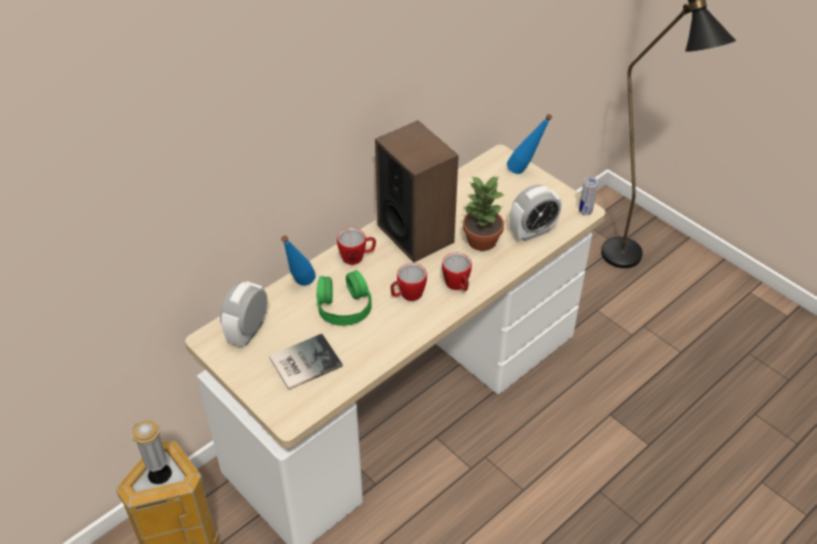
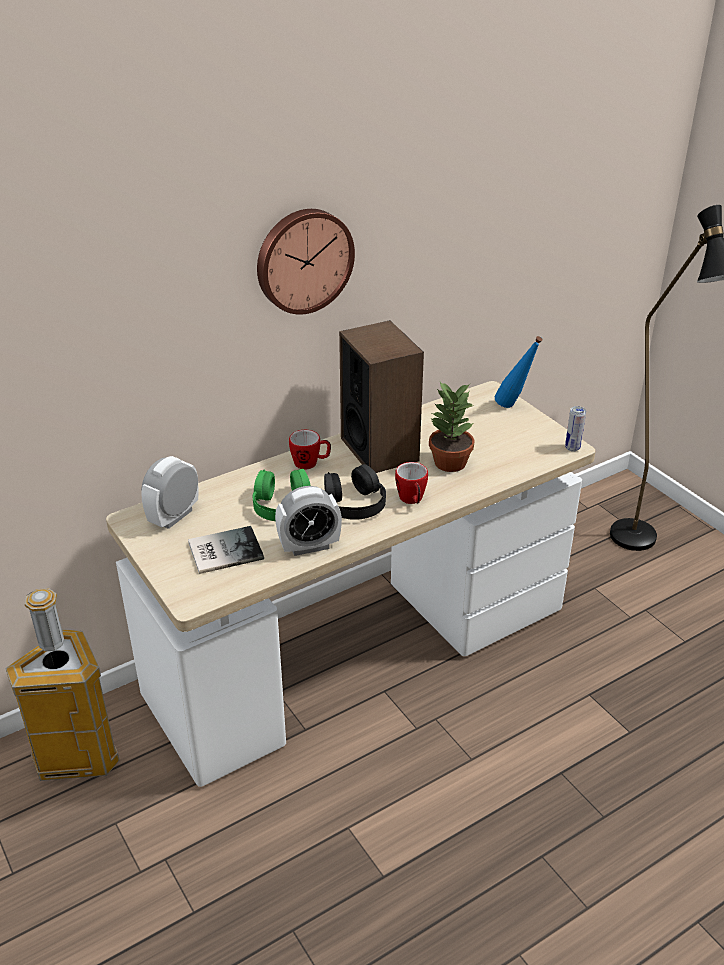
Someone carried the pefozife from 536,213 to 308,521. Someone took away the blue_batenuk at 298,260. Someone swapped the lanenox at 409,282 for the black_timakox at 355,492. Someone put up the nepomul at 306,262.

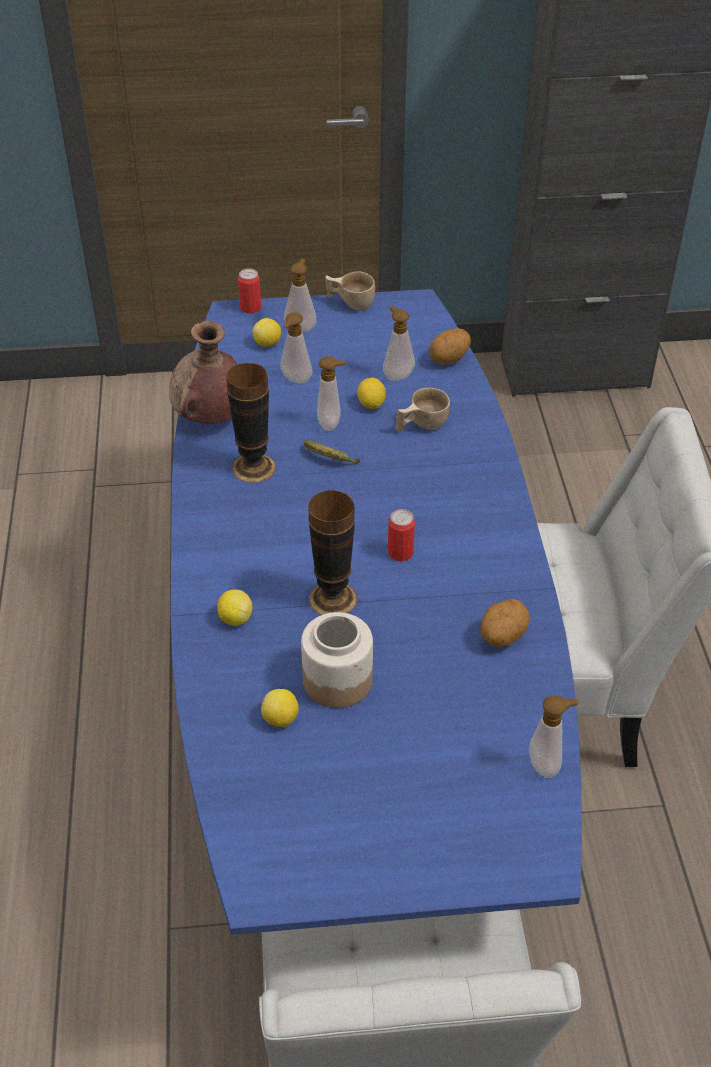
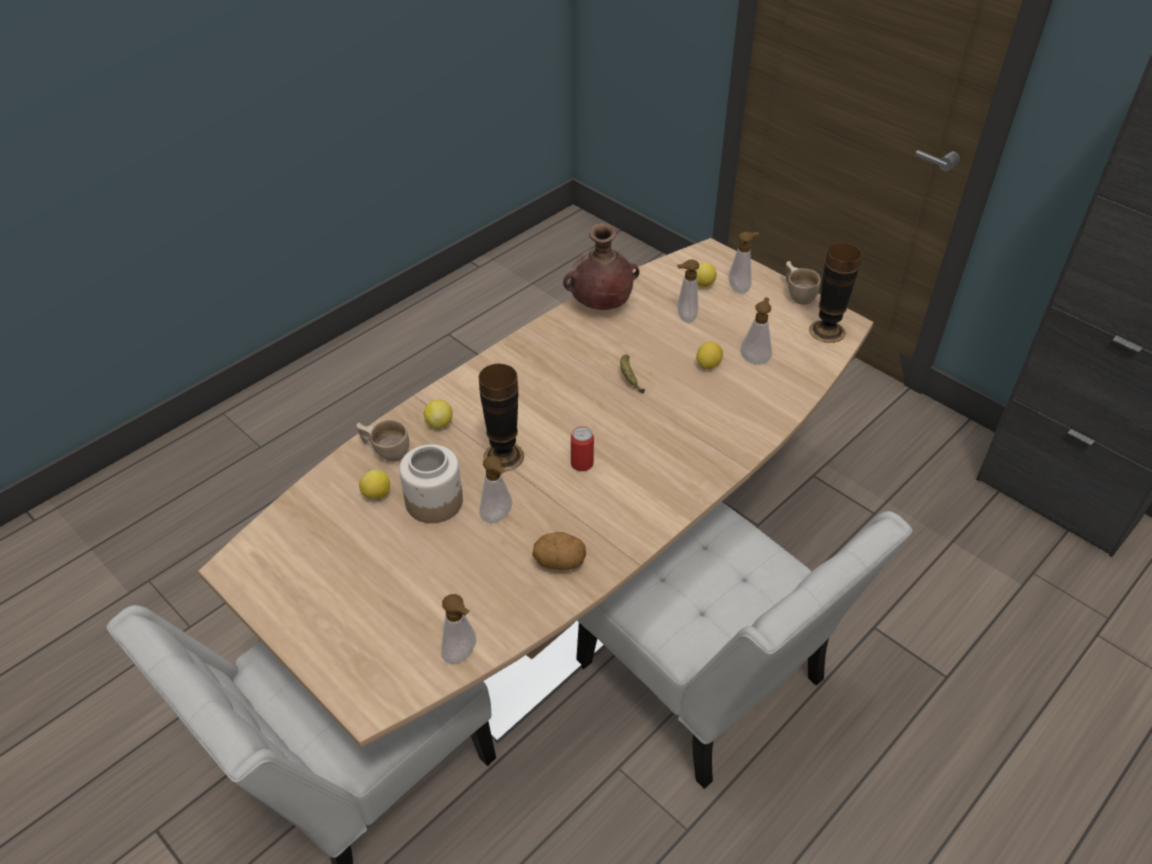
Someone took away the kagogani at 249,290. Someone repainted the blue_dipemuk at 376,612, which became the brown_dipemuk at 535,493. Someone took away the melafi at 450,346. Someone carried the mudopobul from 331,393 to 495,489. Someone carried the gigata from 251,423 to 835,293. Someone carried the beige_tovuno from 422,410 to 382,441.

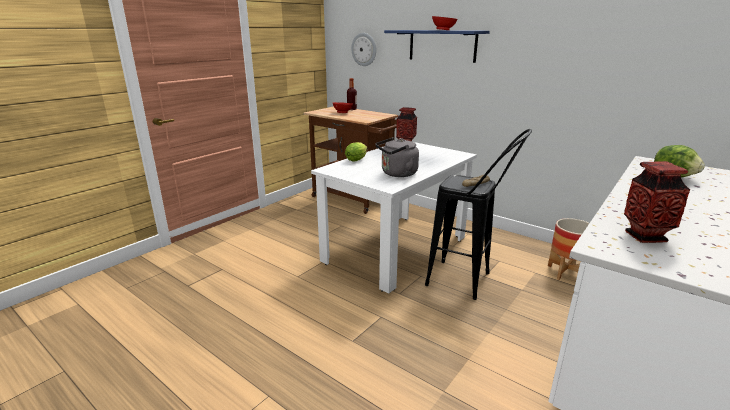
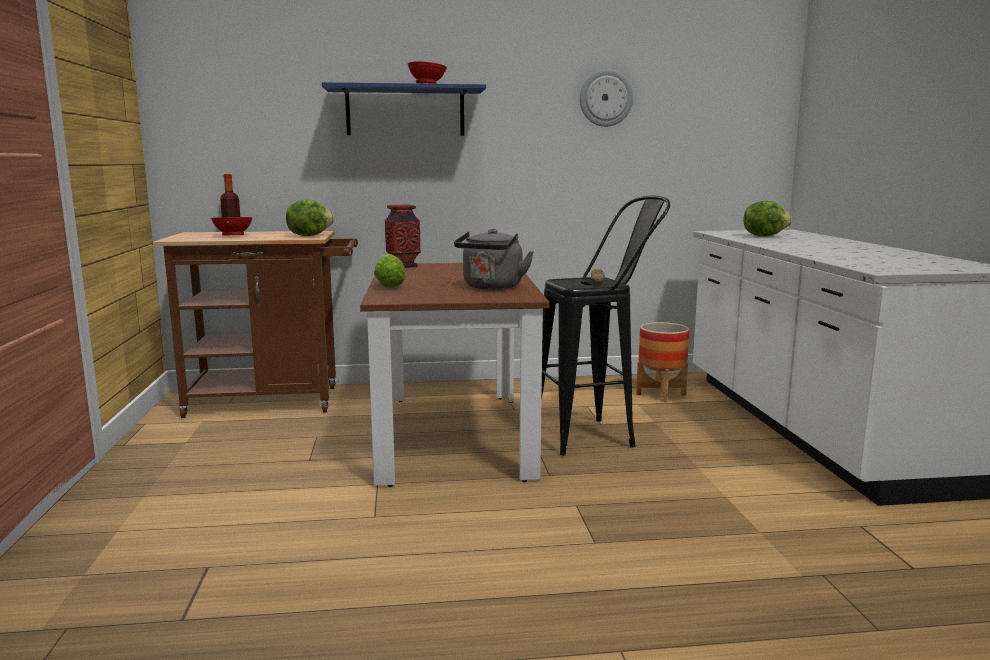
Someone carried the nepomul from 363,49 to 606,98. Someone repainted the white_dipemuk at 394,218, which became the brown_dipemuk at 455,375. Someone took away the gigata at 657,202. Someone put down the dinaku at 310,217.

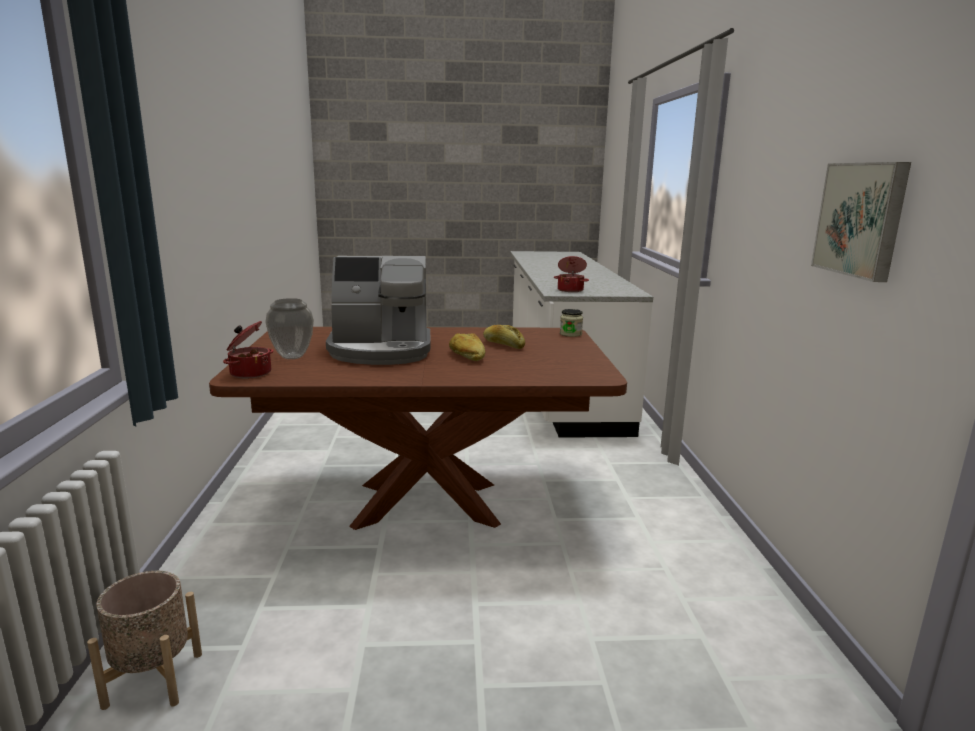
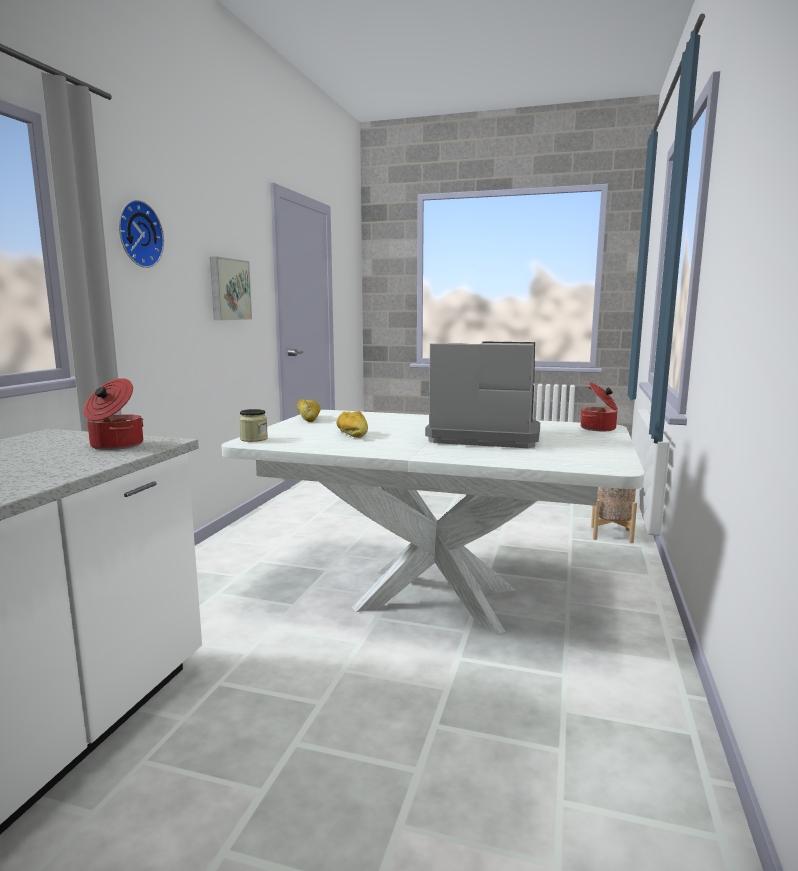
Someone took away the gigata at 289,328. Someone repainted the brown_dipemuk at 418,428, which became the white_dipemuk at 433,522. Someone carried the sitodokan from 467,347 to 309,410. Someone put up the nepomul at 141,234.

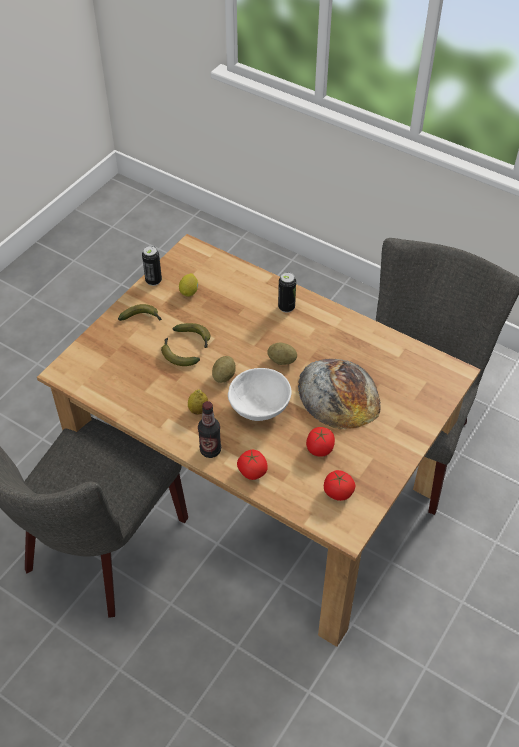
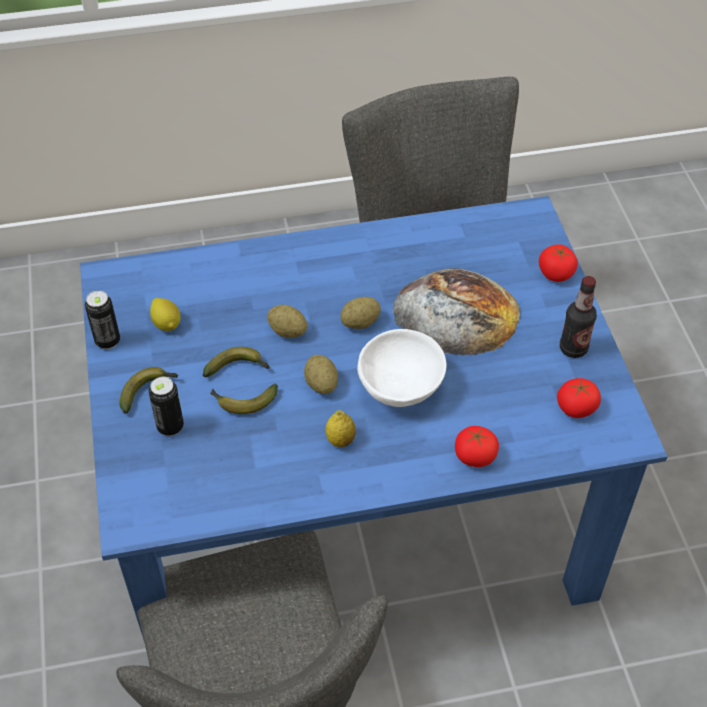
Someone repainted the brown_dipemuk at 259,440, which became the blue_dipemuk at 374,418. Someone carried the kagogani from 287,292 to 166,406. Someone carried the batenuk from 209,429 to 578,317. Someone carried the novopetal from 320,442 to 558,263. Someone put down the melafi at 287,321.

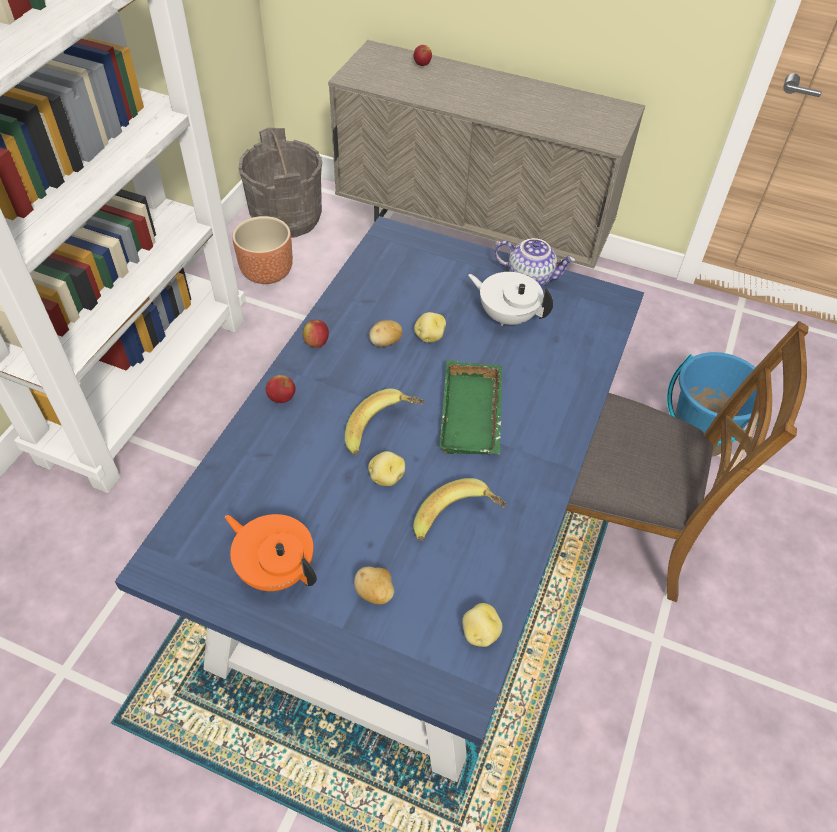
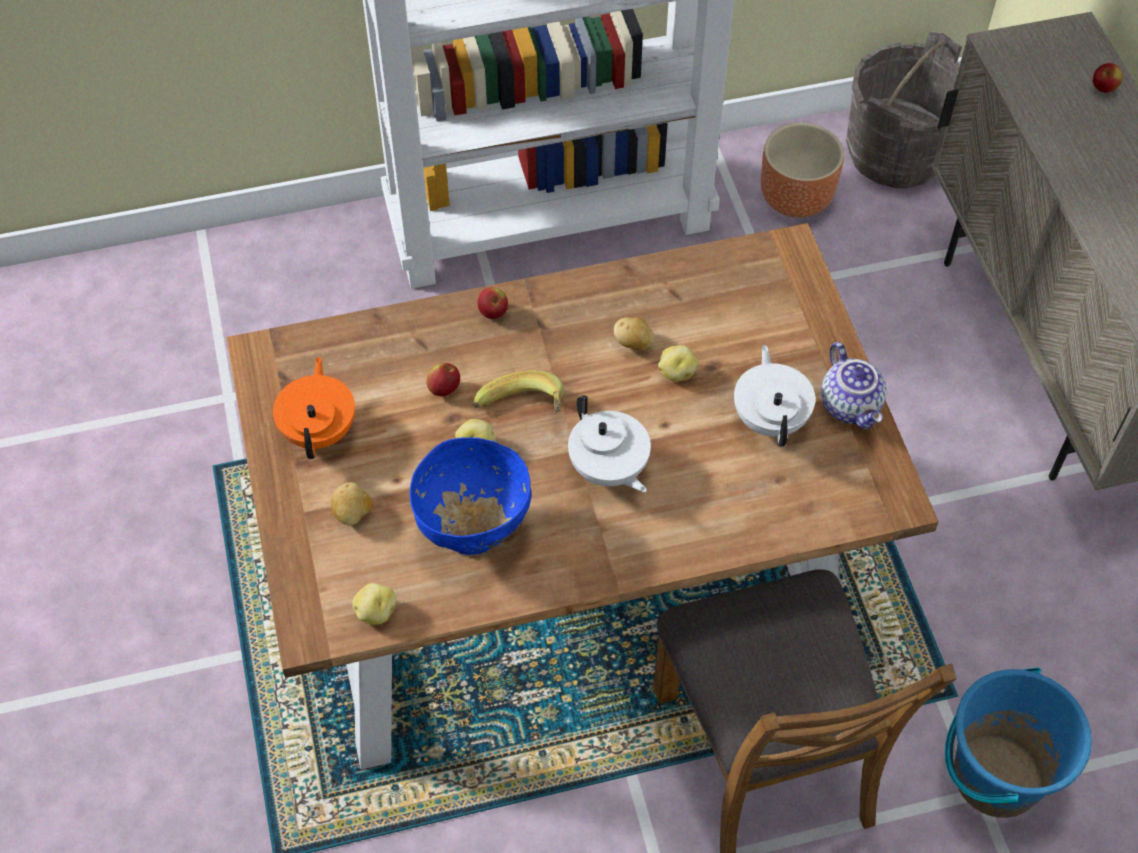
Someone repainted the blue_dipemuk at 379,499, which became the brown_dipemuk at 582,496. Someone carried the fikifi from 316,334 to 443,379. Someone swapped the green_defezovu at 471,407 for the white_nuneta at 609,443. Someone swapped the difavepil at 460,509 for the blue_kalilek at 470,496.

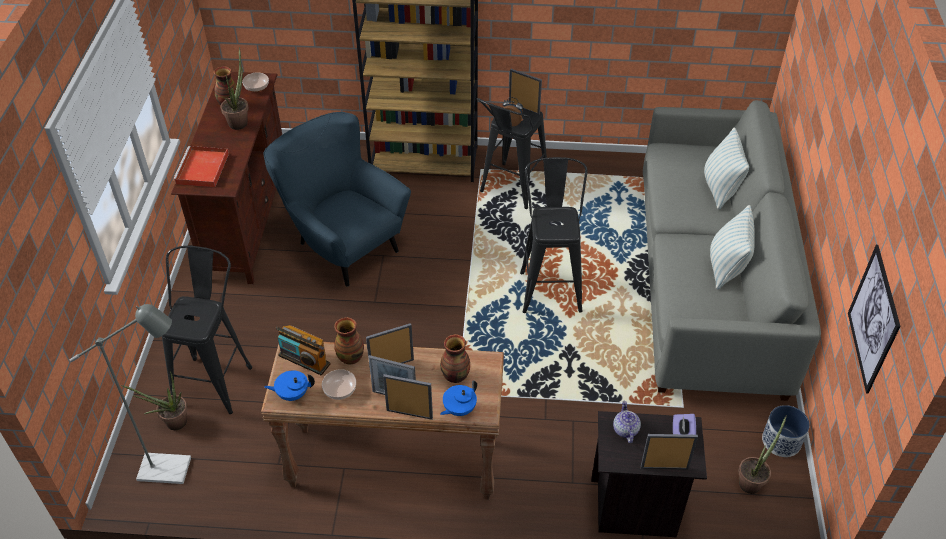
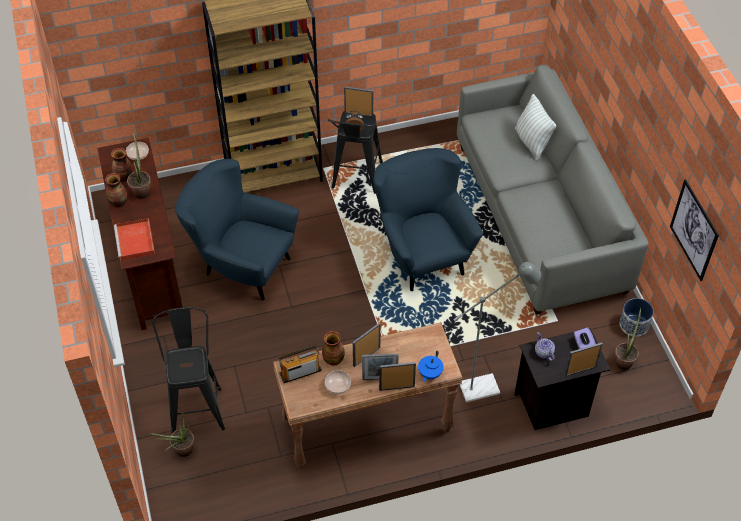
Someone swapped the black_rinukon at 554,235 for the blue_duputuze at 428,219. Someone took away the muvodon at 732,247. Someone carried the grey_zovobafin from 130,394 to 497,332. Someone rotated the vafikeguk at 303,350 by 150 degrees clockwise. Someone carried the gigata from 455,358 to 116,190. Someone took away the blue_nuneta at 289,385.

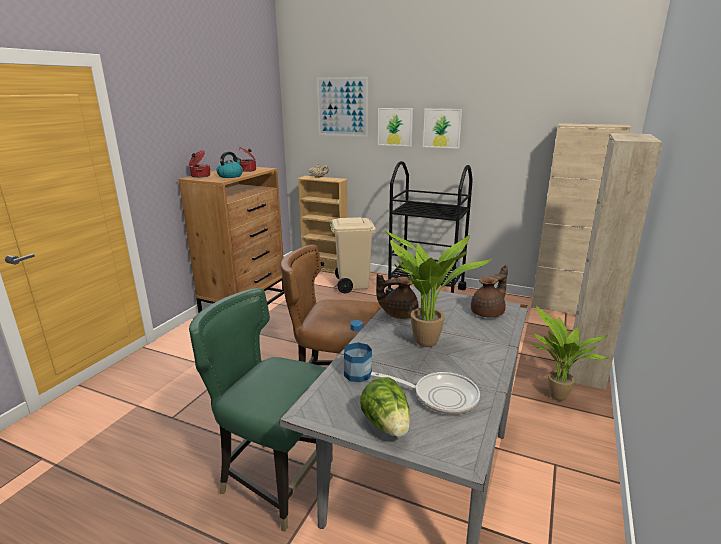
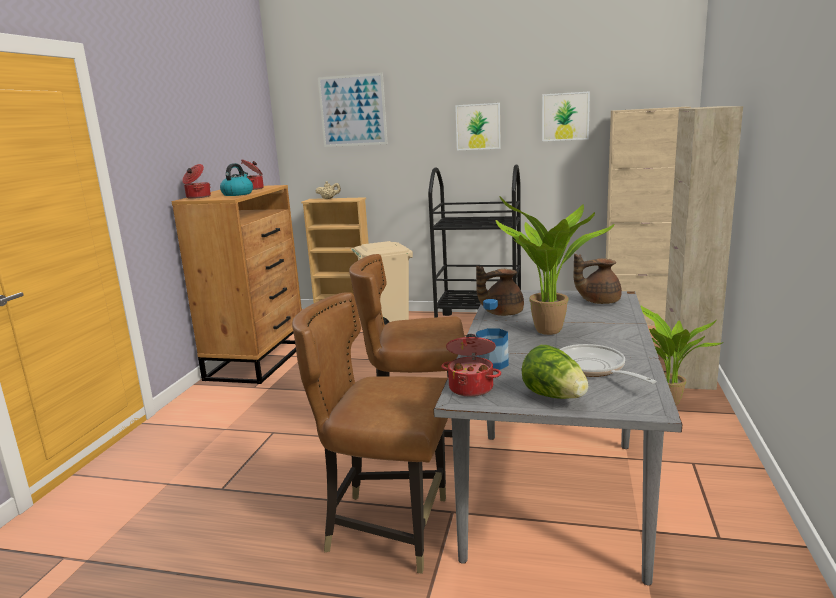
Someone carried the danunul from 395,127 to 566,116. Someone rotated the brown_nuneta at 489,291 by 135 degrees counterclockwise. Someone repainted the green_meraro at 261,410, which became the brown_meraro at 370,433. Someone rotated the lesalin at 425,393 by 120 degrees counterclockwise. Someone put down the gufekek at 471,365.

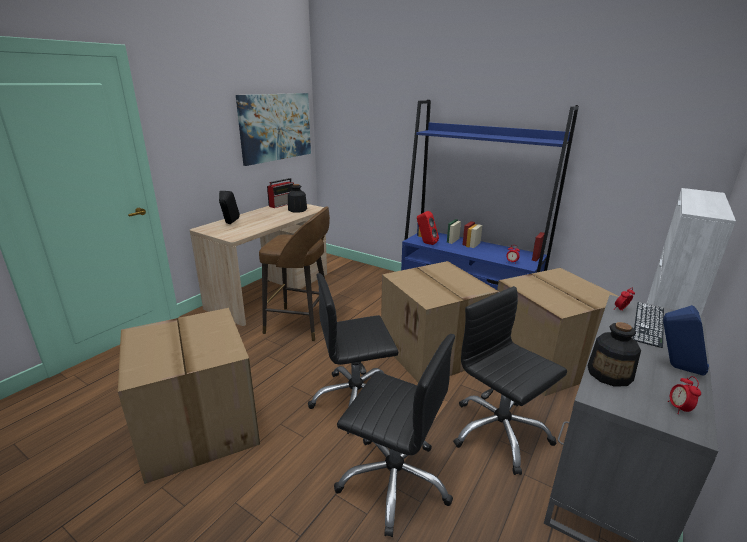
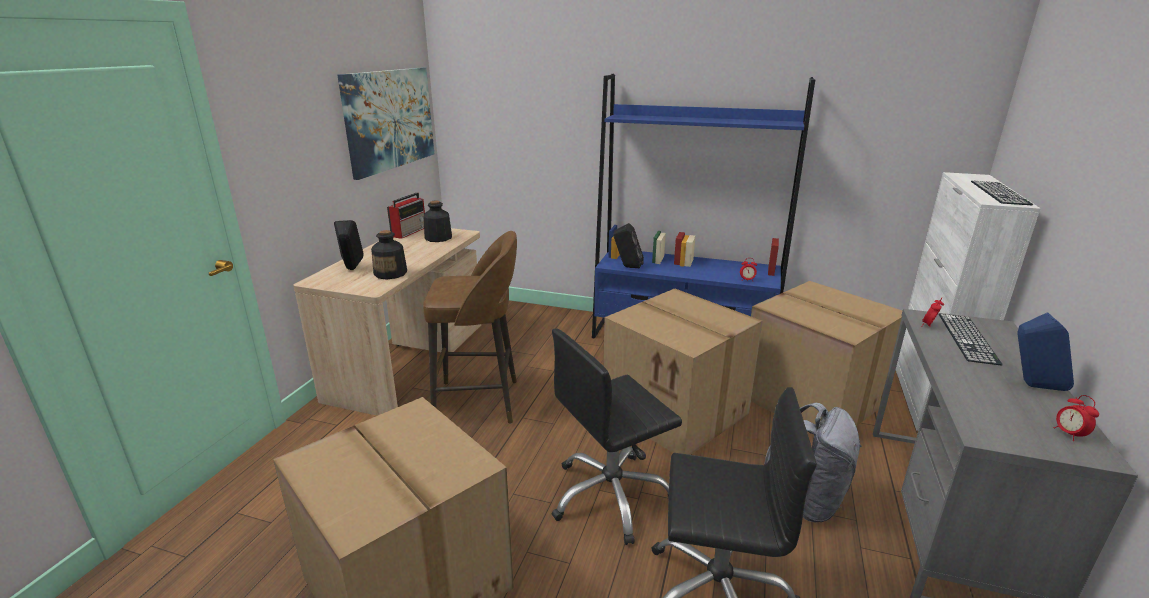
Someone repainted the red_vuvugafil at 428,228, which became the black_vuvugafil at 628,245. Someone swapped the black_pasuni at 510,380 for the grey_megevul at 813,462. Someone carried the batenuk from 614,354 to 389,255. Someone put down the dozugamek at 1002,193.

